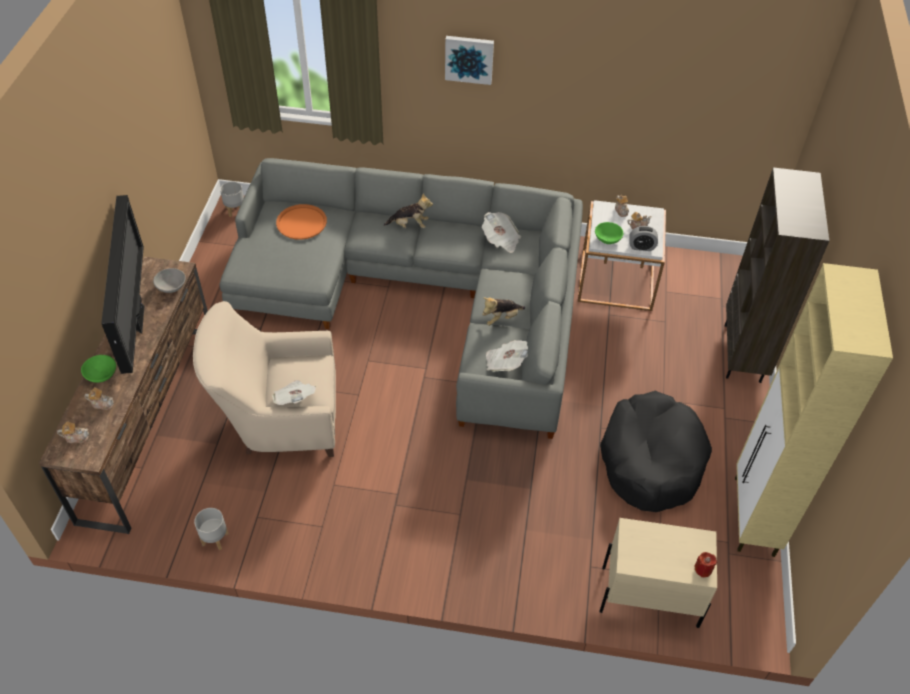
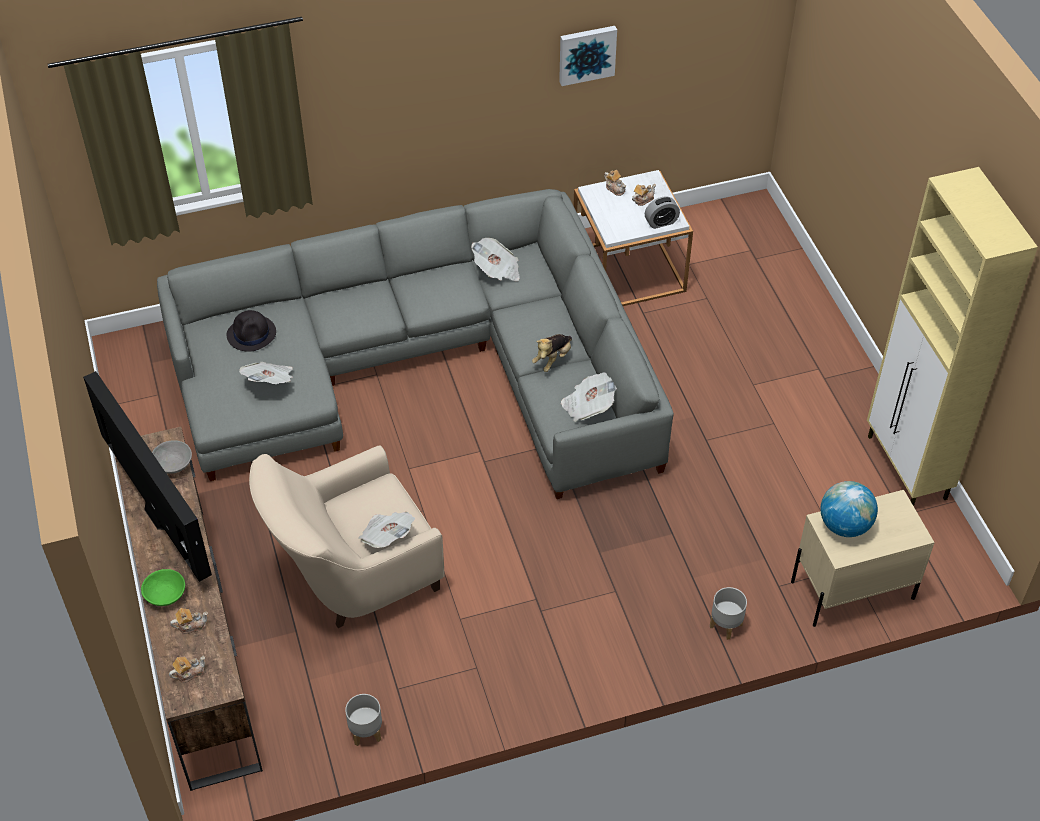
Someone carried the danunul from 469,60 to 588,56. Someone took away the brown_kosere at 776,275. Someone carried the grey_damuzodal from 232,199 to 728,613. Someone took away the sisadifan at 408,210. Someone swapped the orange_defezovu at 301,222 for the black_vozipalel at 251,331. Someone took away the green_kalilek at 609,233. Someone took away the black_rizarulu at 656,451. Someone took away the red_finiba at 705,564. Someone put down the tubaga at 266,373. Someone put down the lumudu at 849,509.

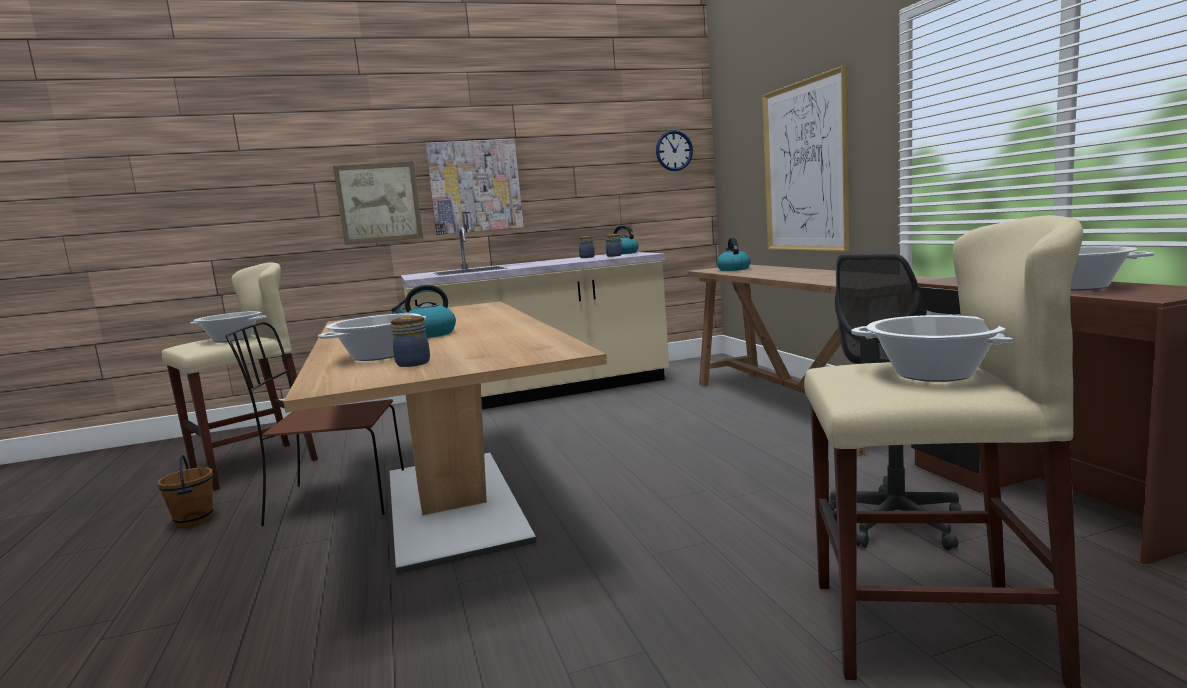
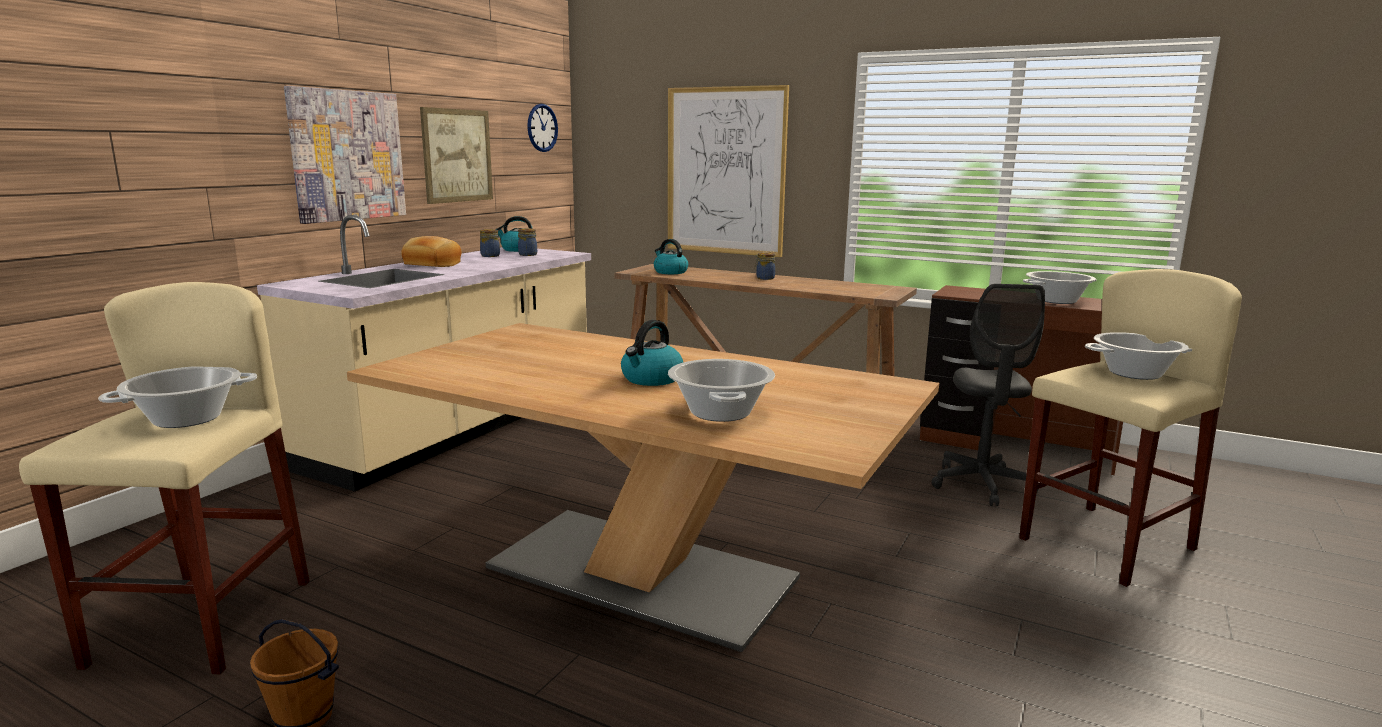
Someone carried the danunul from 378,203 to 456,155. Someone carried the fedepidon from 410,341 to 765,266. Someone took away the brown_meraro at 314,424. Someone put down the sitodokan at 431,251.

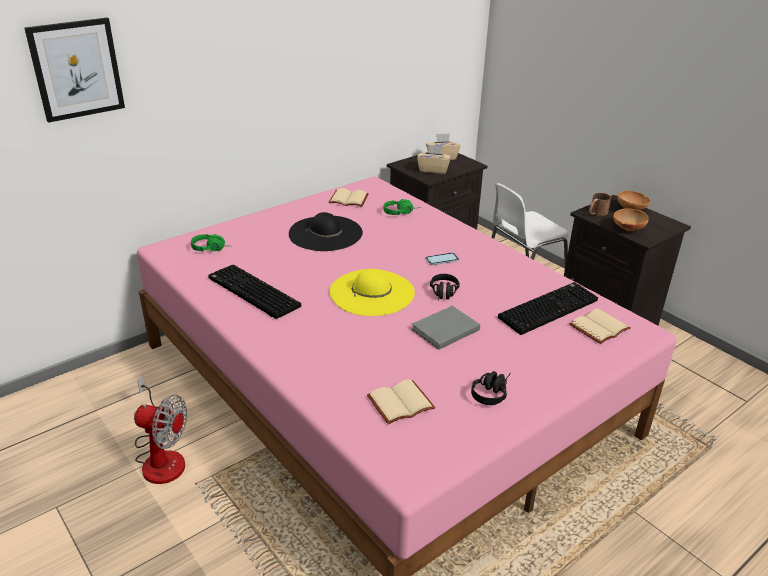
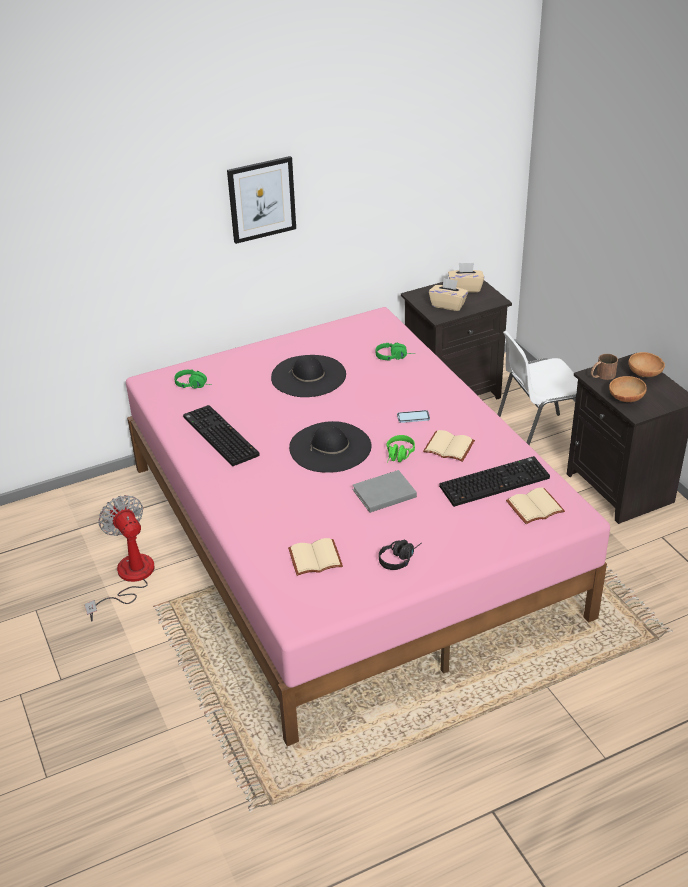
Someone carried the danunul from 74,70 to 261,200. Someone carried the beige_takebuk from 348,197 to 449,446. Someone repainted the yellow_vozipalel at 372,292, which became the black_vozipalel at 330,447. Someone repainted the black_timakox at 445,287, which became the green_timakox at 401,449. Someone rotated the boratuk at 160,430 by 150 degrees counterclockwise.

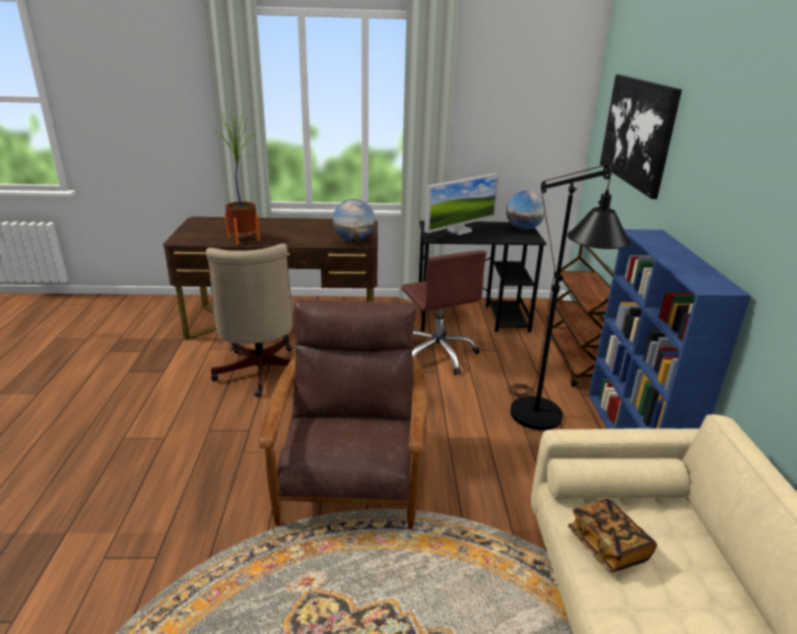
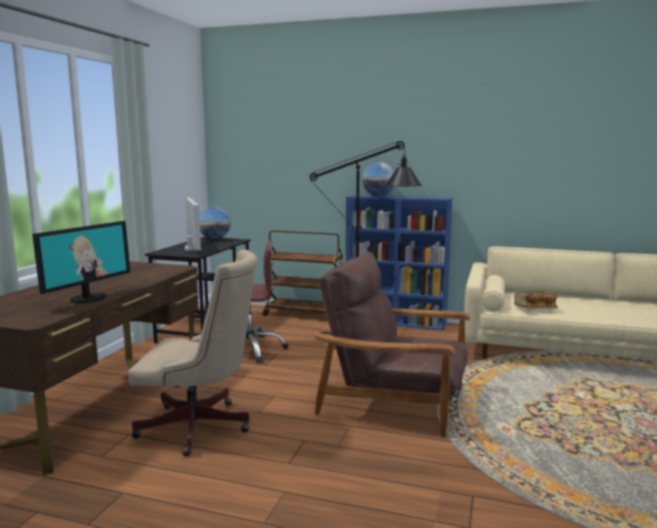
Someone took away the danunul at 641,136. Someone swapped the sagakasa at 237,178 for the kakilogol at 81,262. Someone carried the lumudu from 354,220 to 378,179.

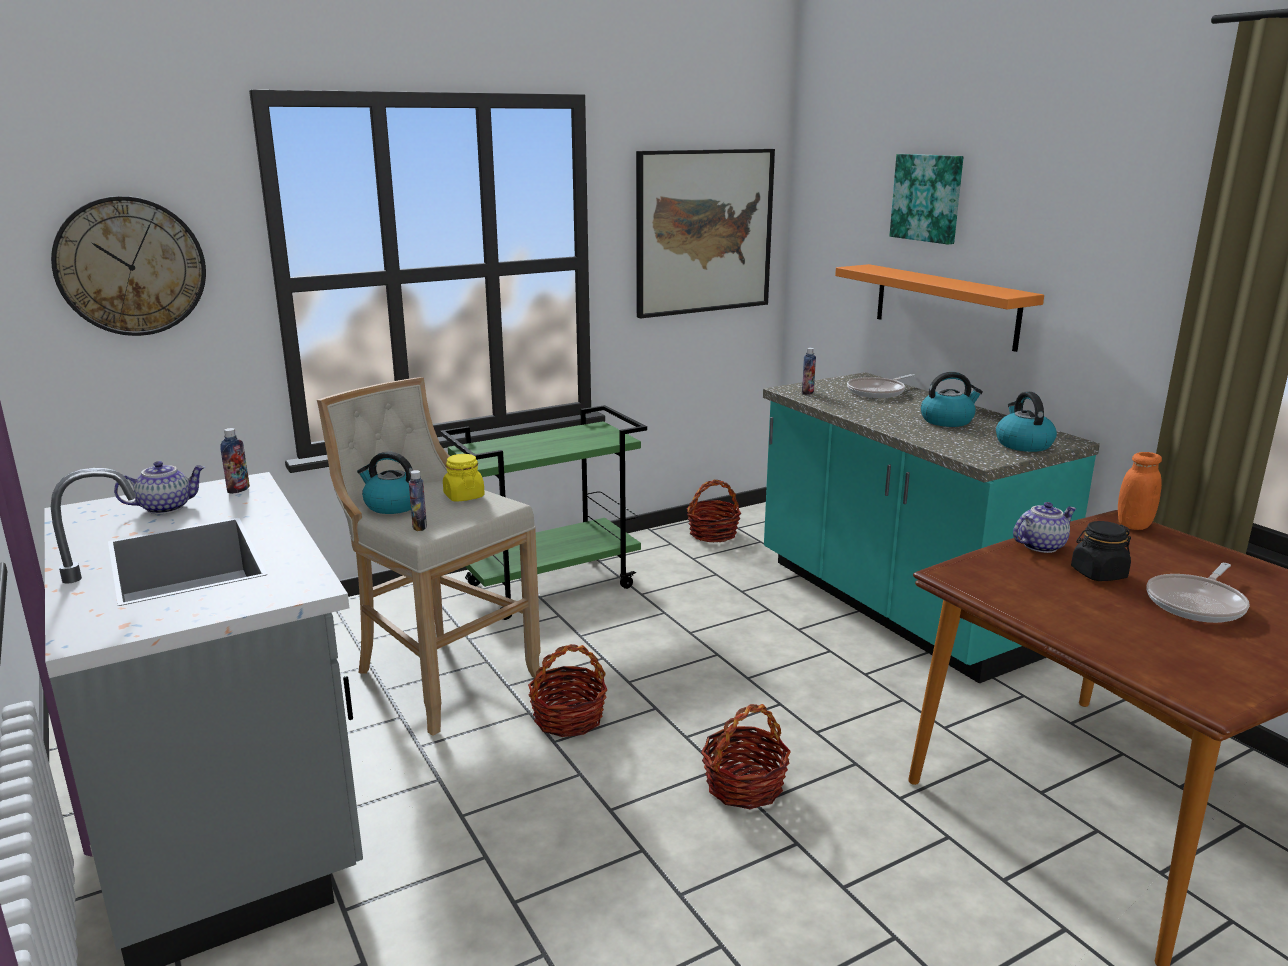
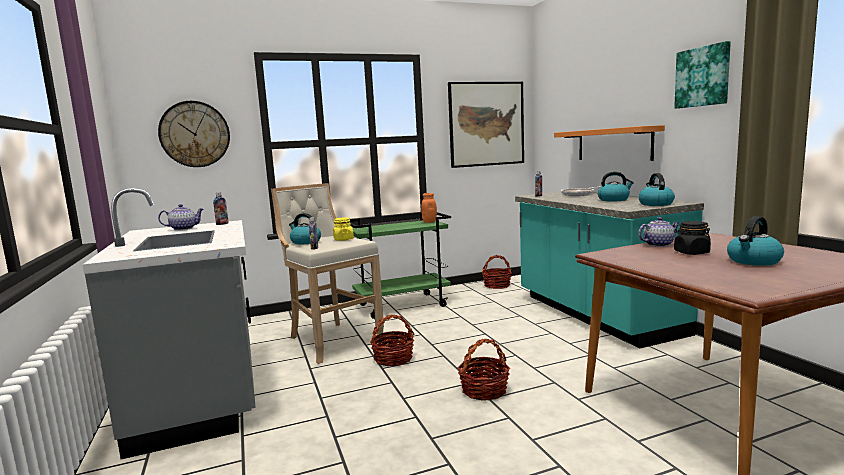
Someone carried the danunul from 927,199 to 702,75. Someone carried the orange_fedepidon from 1140,491 to 429,208. Someone swapped the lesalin at 1197,593 for the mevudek at 755,241.

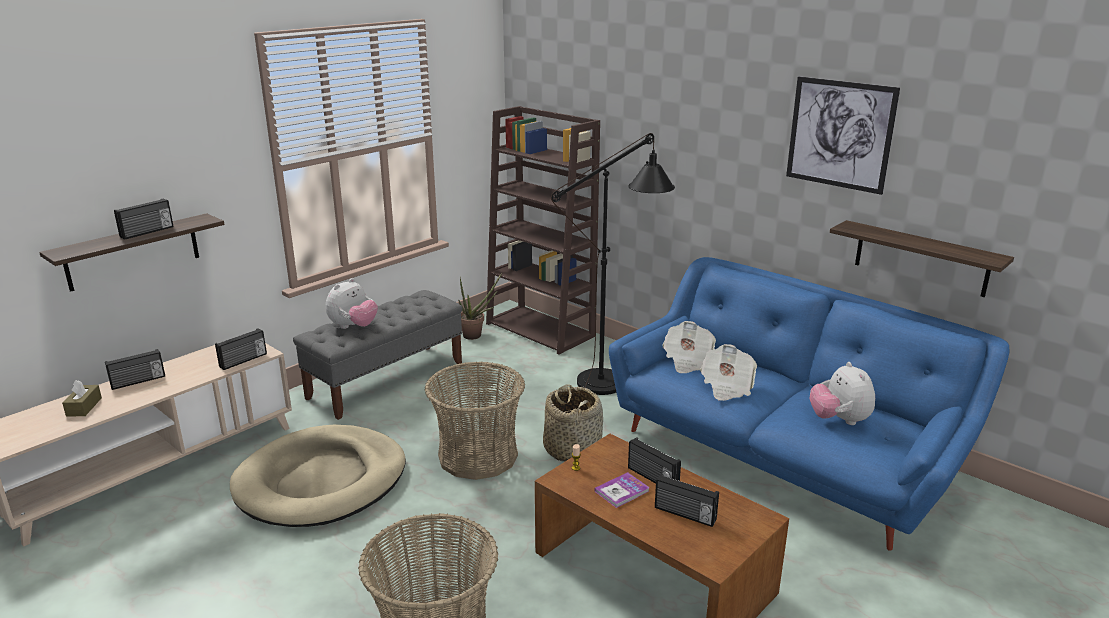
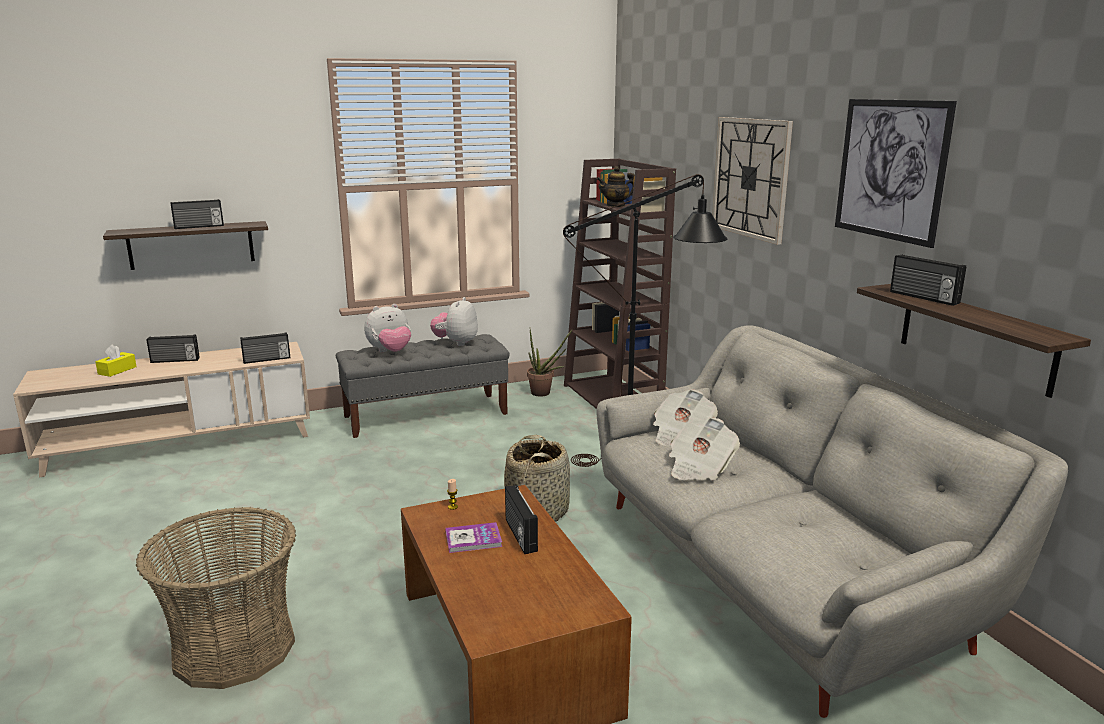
Someone repainted the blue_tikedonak at 809,404, which became the grey_tikedonak at 832,521. Someone took away the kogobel at 475,421. Someone carried the sisadifan from 842,393 to 454,321. Someone repainted the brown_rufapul at 82,398, which became the yellow_rufapul at 116,360. Someone took away the beige_rizarulu at 318,476. Someone carried the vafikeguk from 687,500 to 928,280. Someone put up the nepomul at 752,181. Someone put down the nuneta at 616,186.

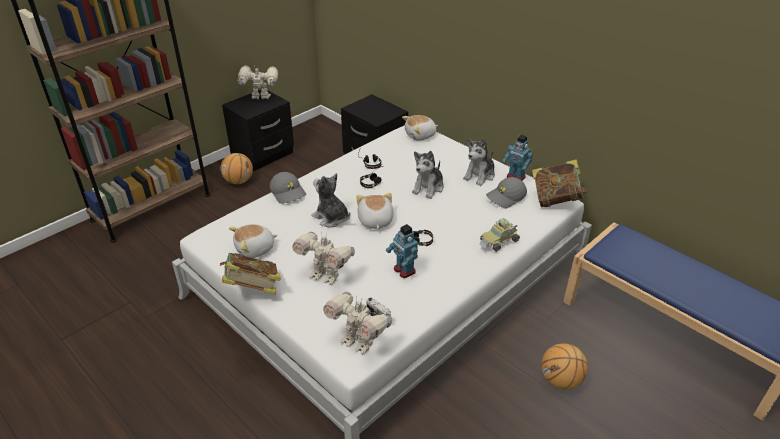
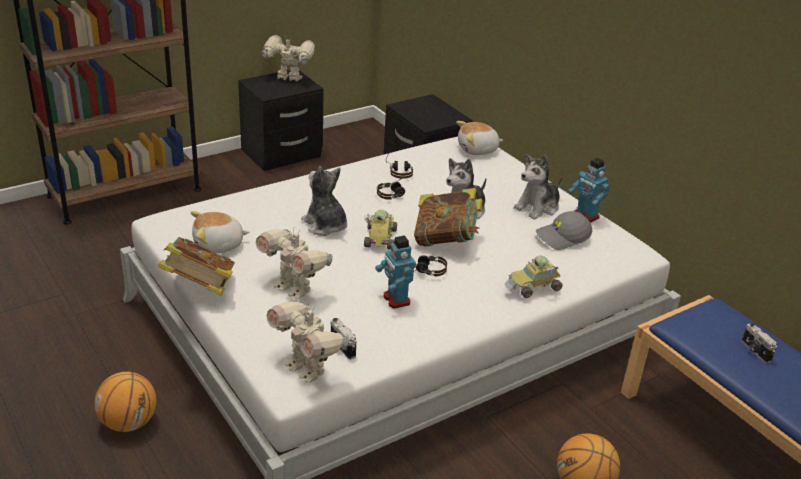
Someone carried the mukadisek from 237,168 to 125,402. Someone carried the takebuk from 560,183 to 448,217. Someone took away the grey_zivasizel at 288,188. Someone swapped the sisadifan at 375,211 for the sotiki at 380,230. Someone put down the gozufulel at 759,343.

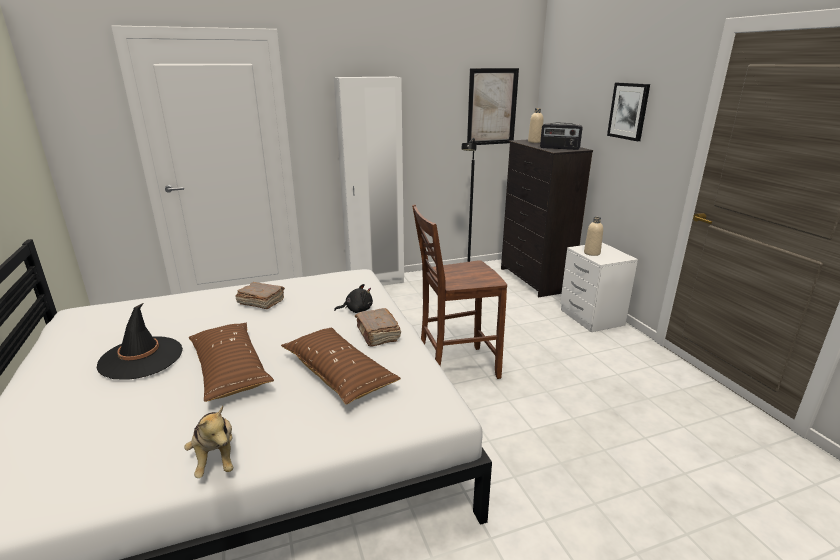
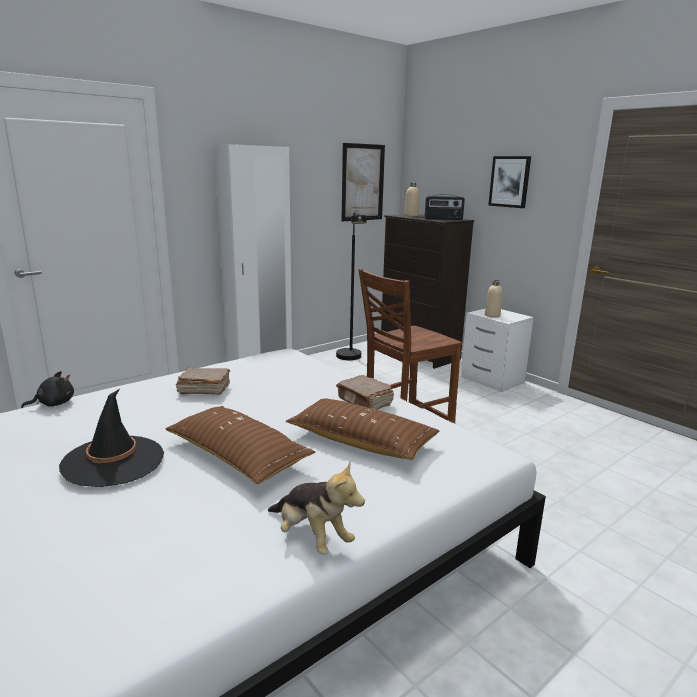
Someone carried the black_sisadifan from 353,298 to 47,389.

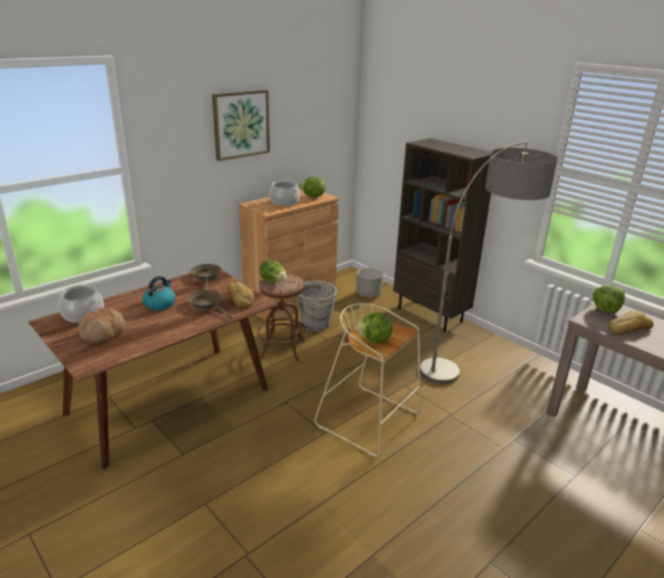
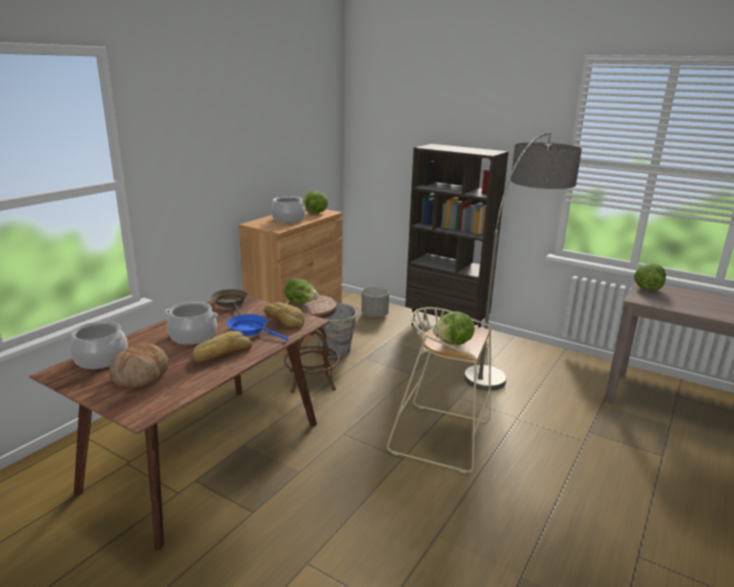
Someone took away the danunul at 241,125. Someone swapped the mevudek at 158,293 for the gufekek at 191,323. Someone repainted the brown_lesalin at 210,304, which became the blue_lesalin at 257,327. Someone carried the sitodokan from 631,323 to 222,347.

